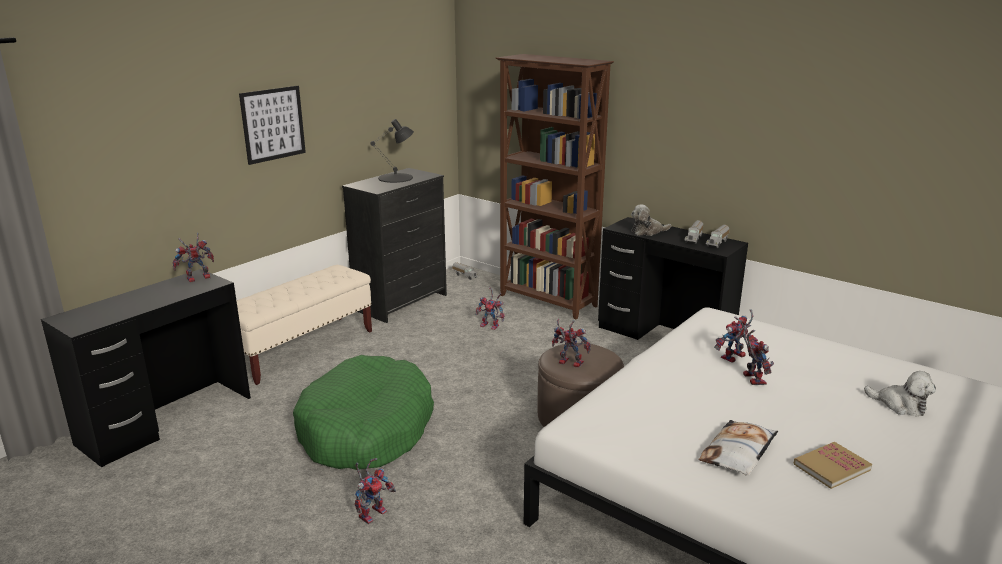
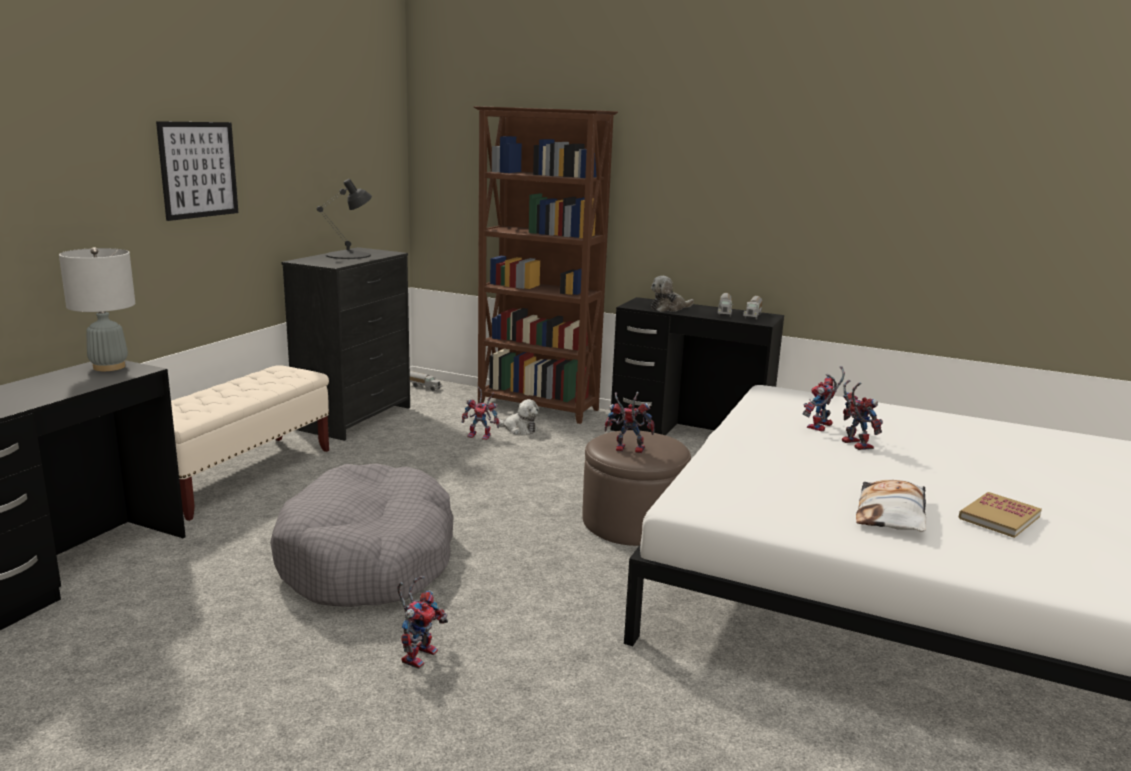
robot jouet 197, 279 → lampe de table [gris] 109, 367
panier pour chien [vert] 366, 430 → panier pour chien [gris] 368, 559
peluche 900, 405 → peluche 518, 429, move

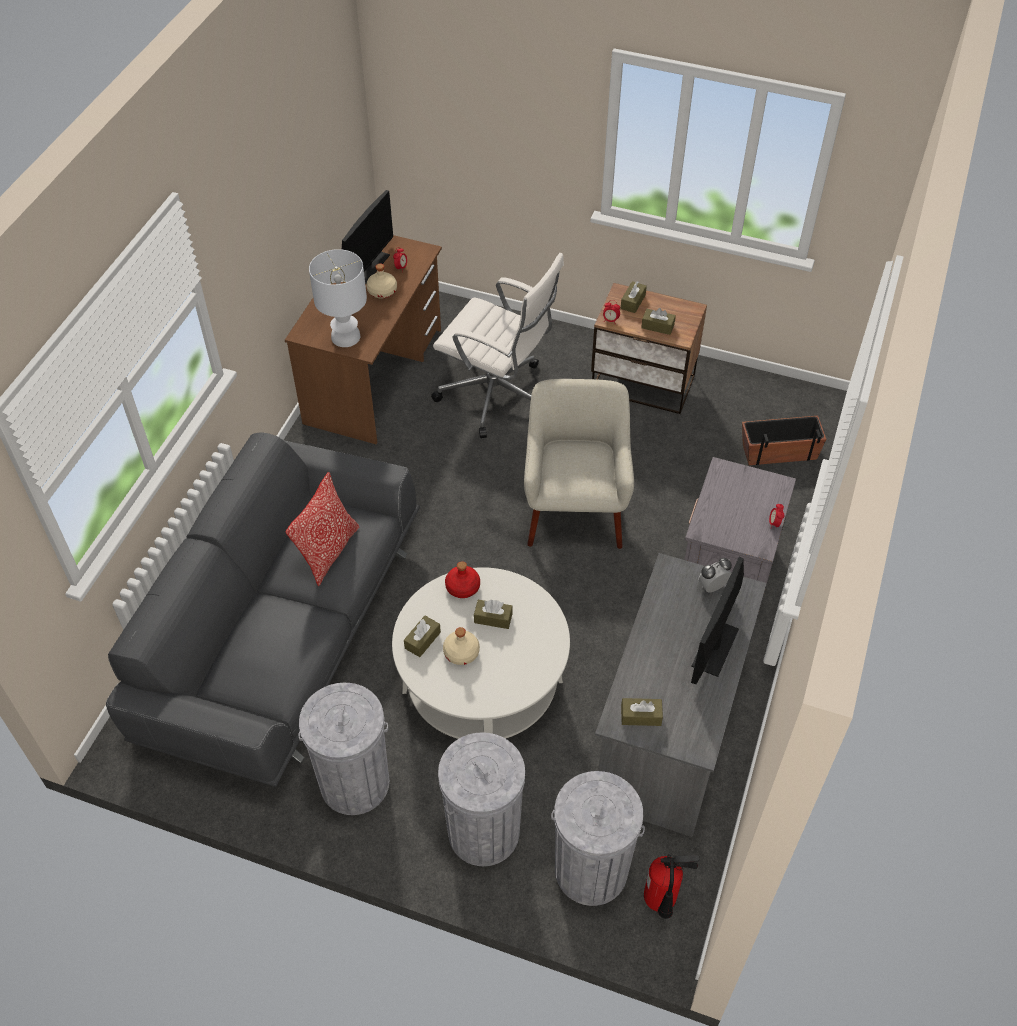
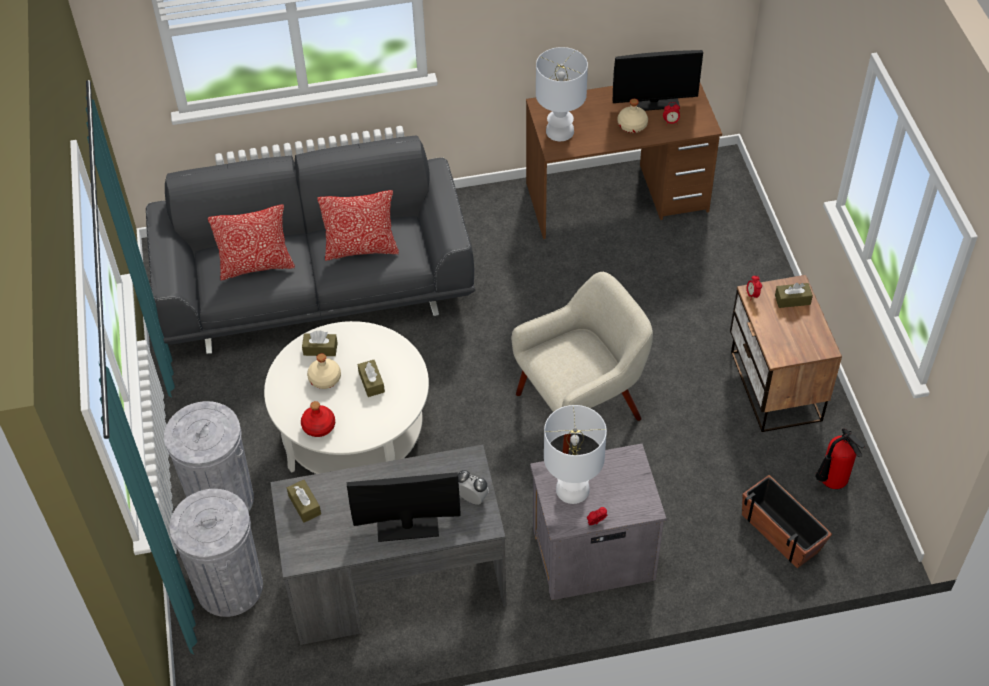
chaise de bureau [blanc] 497, 396 → -
boîte à mouchoirs [marron] 657, 326 → -
bouteille [rouge] 462, 587 → bouteille [rouge] 319, 426, move
poubelle [gris] 355, 782 → -
extincteur 661, 903 → extincteur 831, 483, move
- → coussin 256, 266
- → lampe de table [blanc] 573, 490

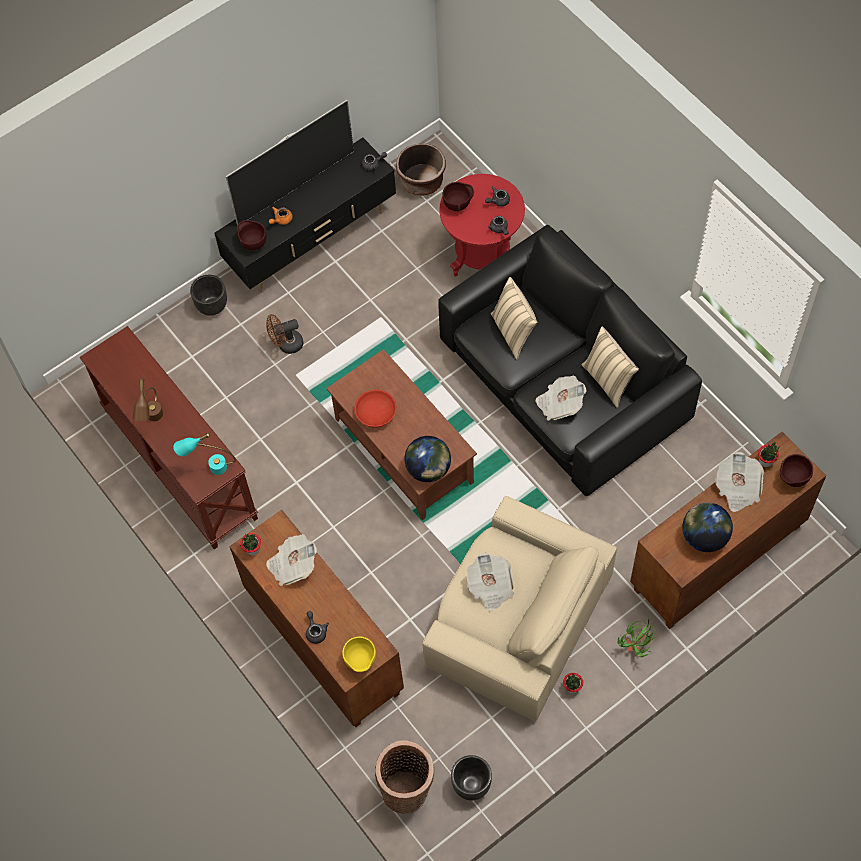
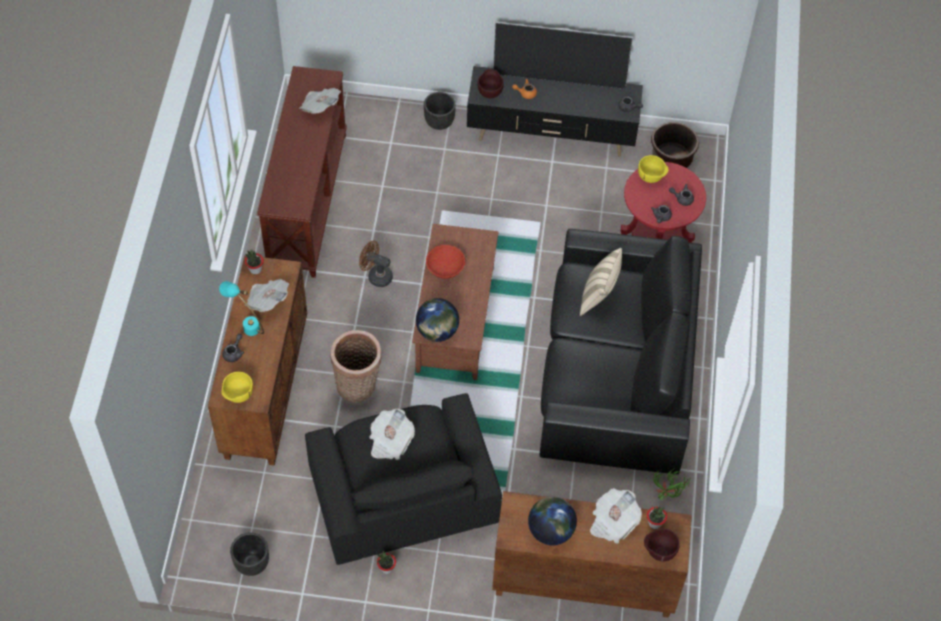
bol [marron] 458, 205 → bol [jaune] 651, 178
ventilateur [marron] 286, 344 → ventilateur [marron] 376, 276, move
coussin [beige] 608, 380 → -
journal 559, 404 → journal 320, 107, move
lampe de table [marron] 153, 421 → -
lampe de table [turquoise] 209, 468 → lampe de table [turquoise] 245, 324, move
fauteuil [beige] 517, 620 → fauteuil [noir] 402, 492
plante en pot 637, 647 → plante en pot 667, 496, move
panier 408, 791 → panier 358, 387, move

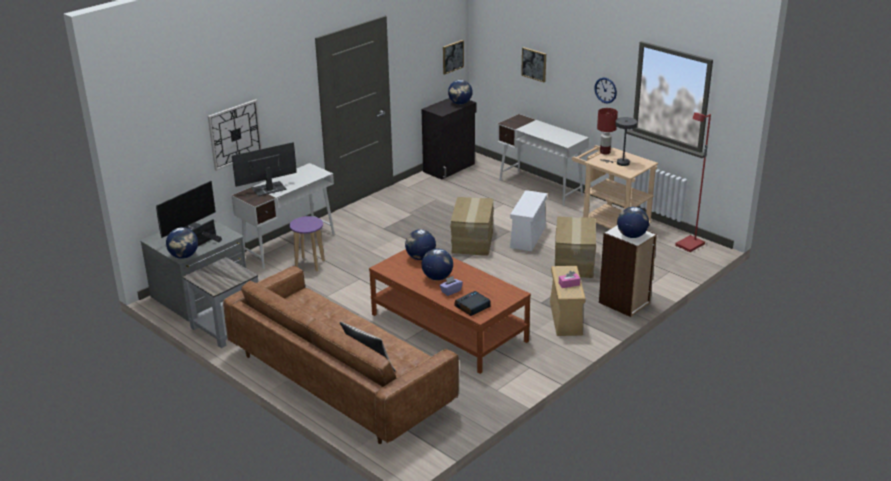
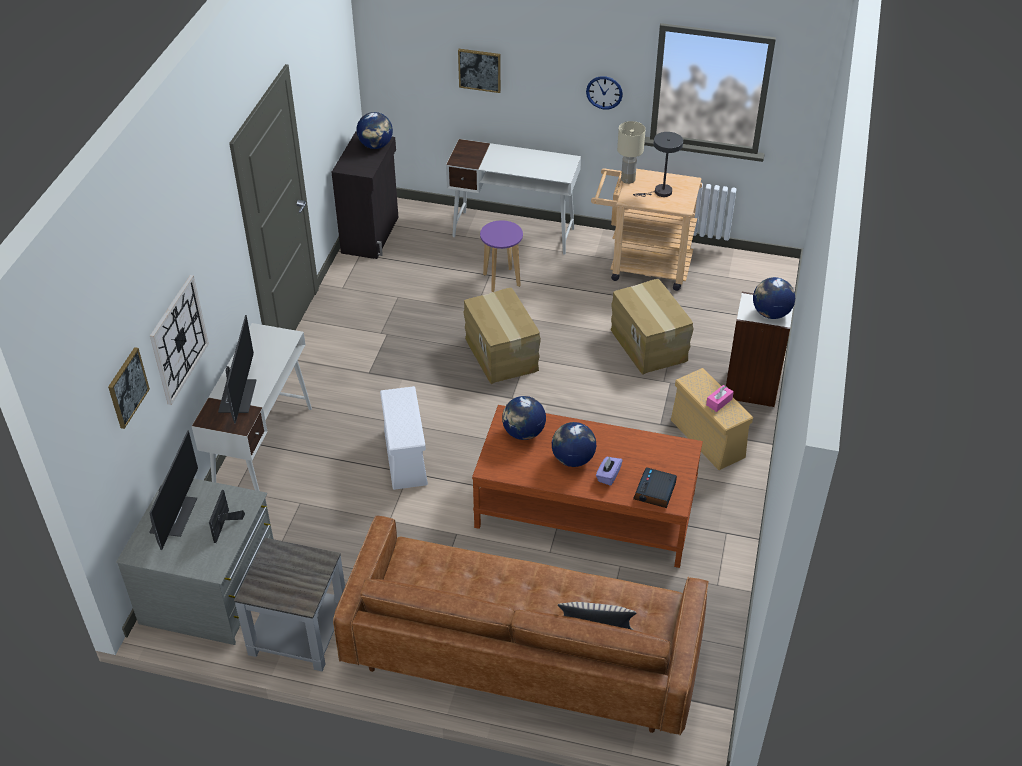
tableau 452, 56 → tableau 127, 387, move
lampe de table [rouge] 605, 152 → lampe de table [beige] 628, 180
lampadaire [rouge] 690, 245 → -
écran d'ordinateur 268, 189 → écran d'ordinateur 237, 396, 150 degrees clockwise
boîte de rangement [blanc] 528, 237 → boîte de rangement [blanc] 406, 458, move
tabouret [violet] 309, 264 → tabouret [violet] 501, 280, move
globe 184, 256 → -

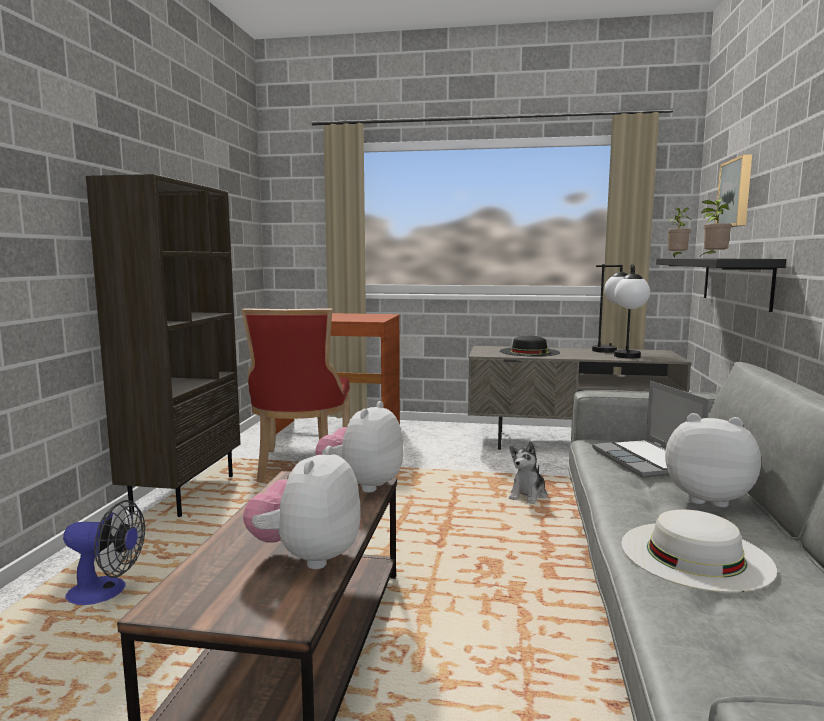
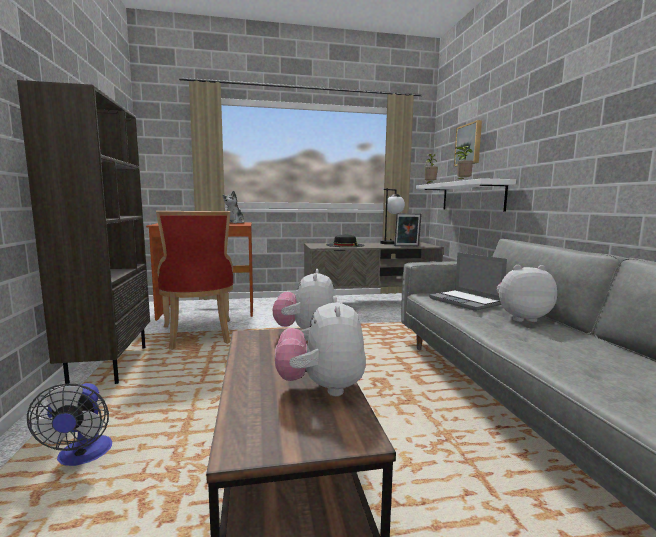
étagère [noir] 735, 281 → étagère [blanc] 471, 196
lampe de table 627, 358 → cadre photo 407, 246
peluche 528, 495 → peluche 234, 222, move
ventilateur 106, 592 → ventilateur 82, 457, 90 degrees clockwise
chapeau [blanc] 695, 555 → -

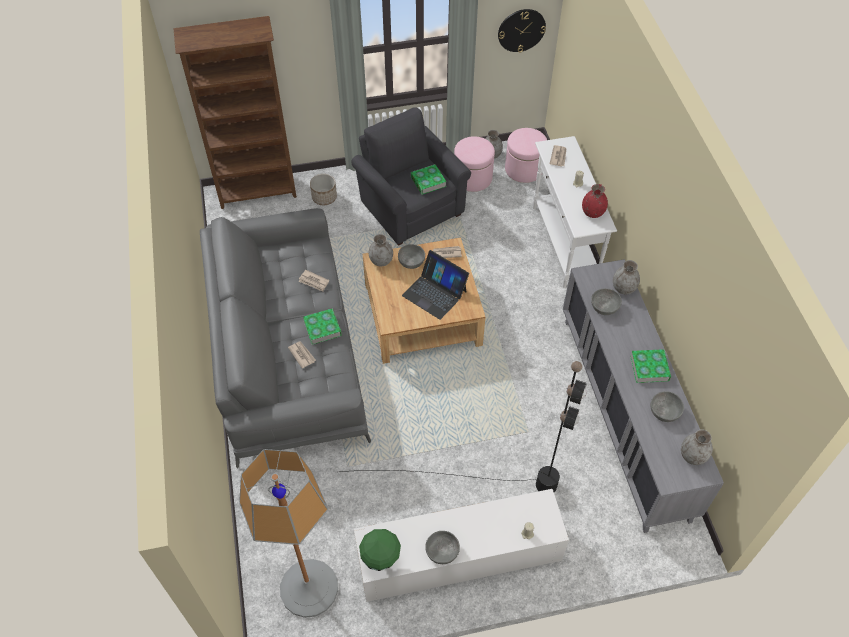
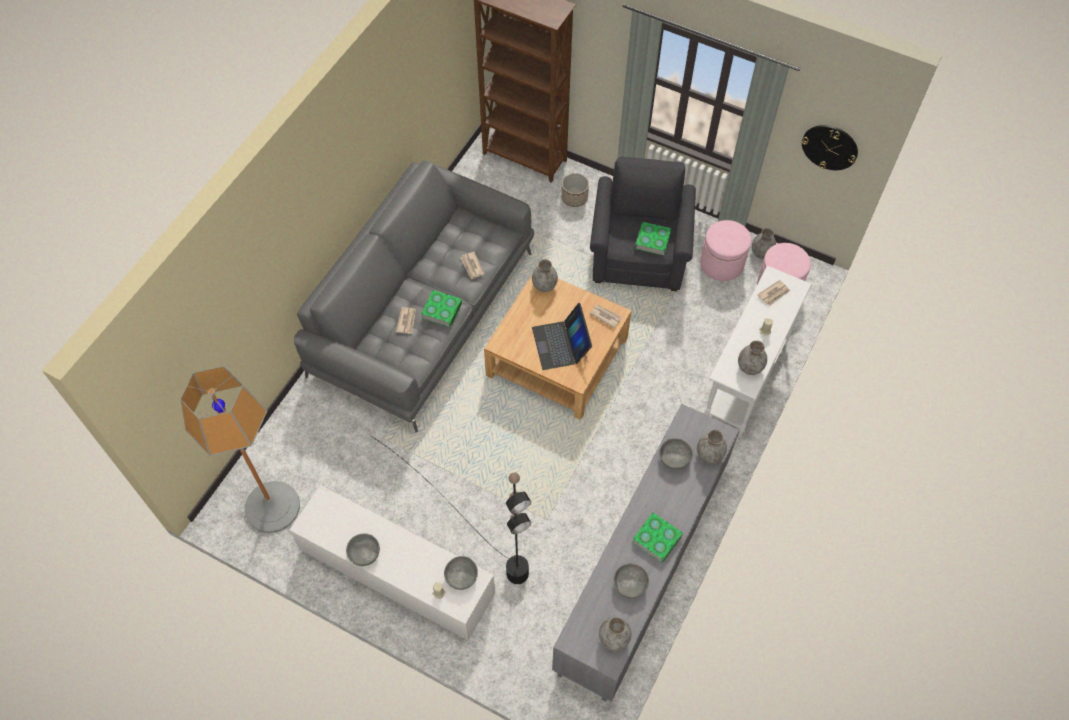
vase [rouge] 592, 212 → vase [gris] 749, 367
bol [gris] 411, 261 → bol [gris] 461, 577, move
lampe de table [vert] 381, 563 → -

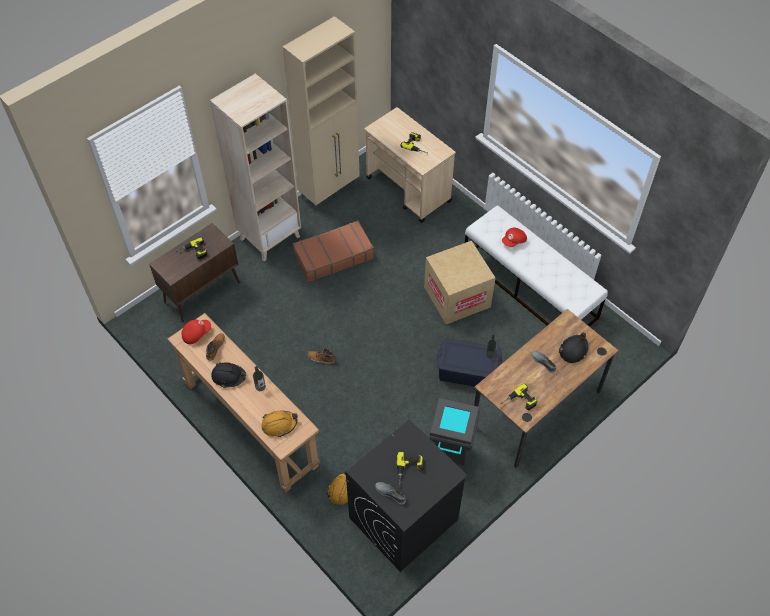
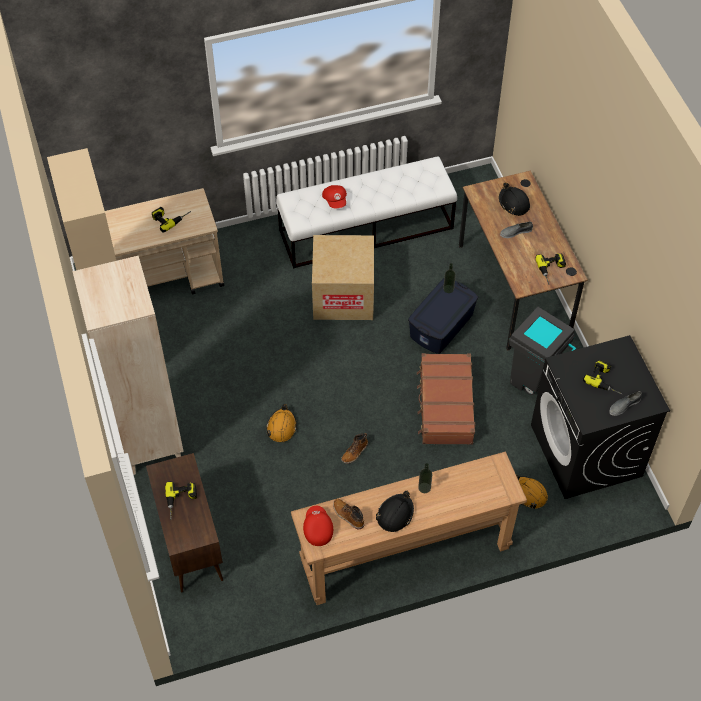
valise [marron] 333, 256 → valise [marron] 445, 405, move
casque de chantier [orange] 279, 424 → casque de chantier [orange] 281, 427, move

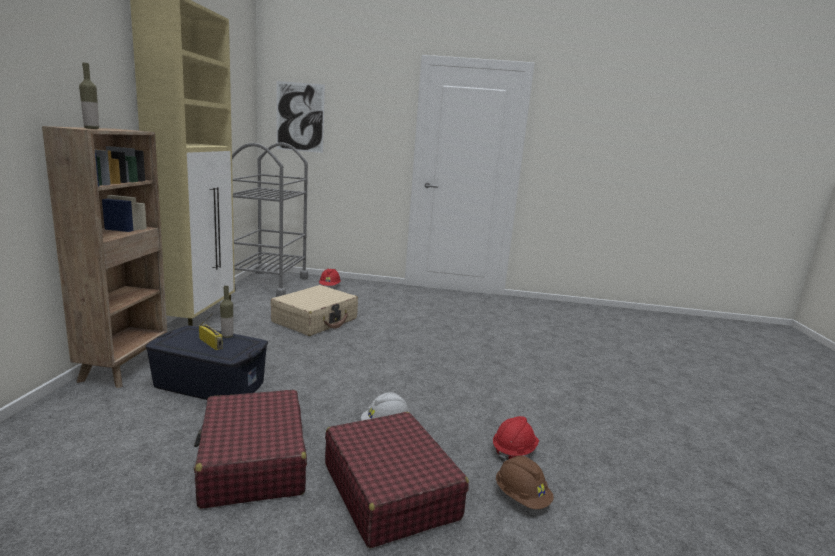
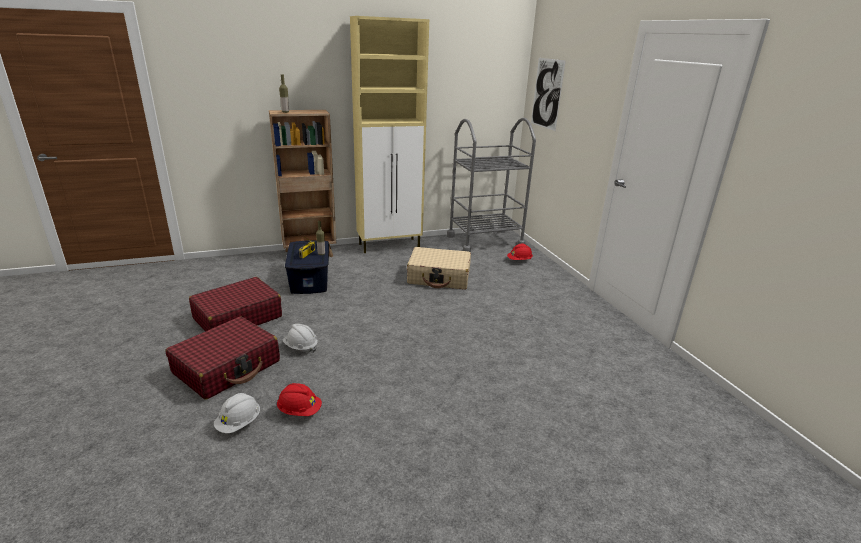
casque de chantier [marron] 521, 497 → casque de chantier [blanc] 239, 423

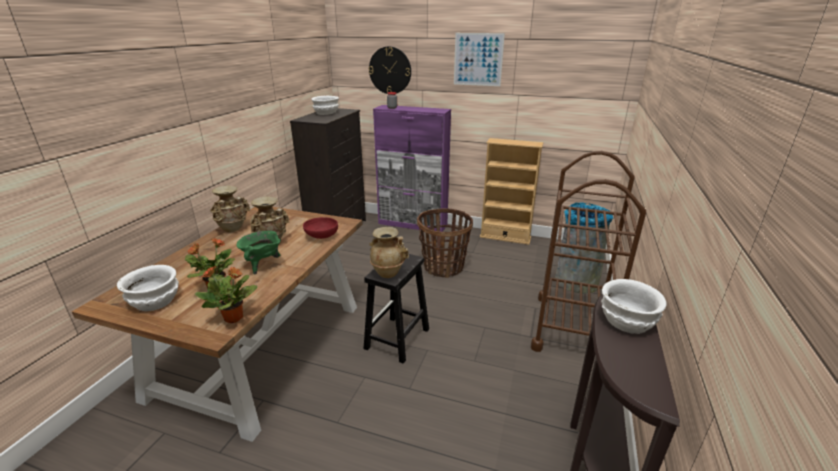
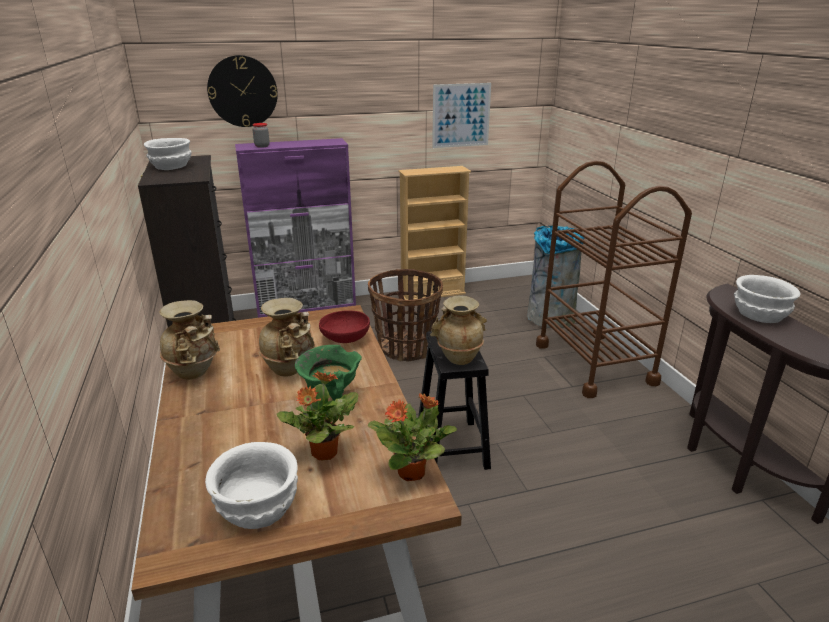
tableau 478, 59 → tableau 461, 115, move

